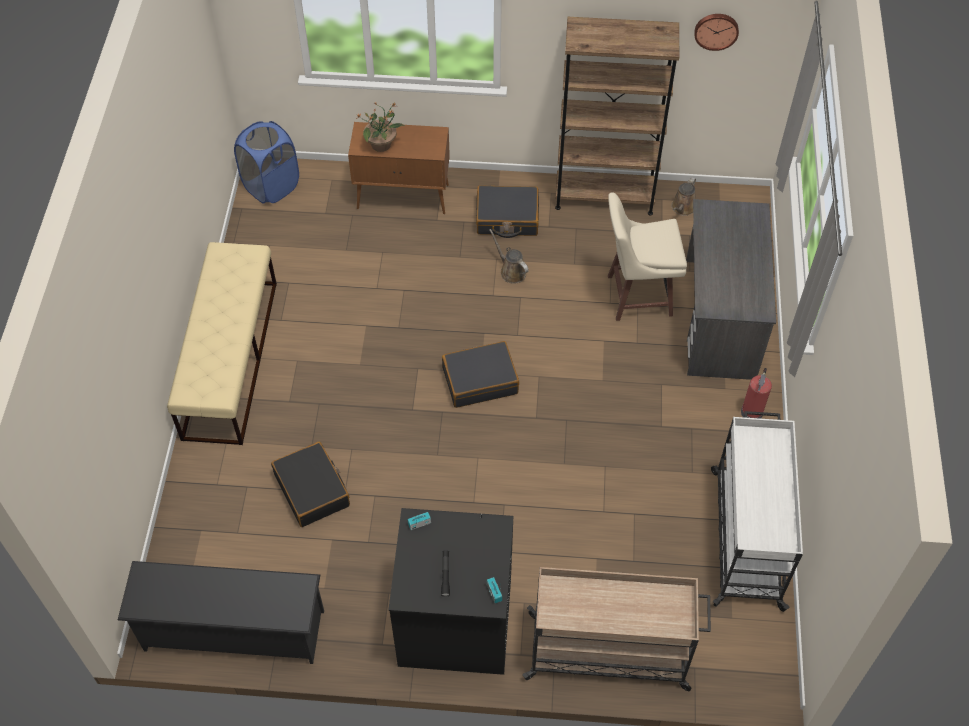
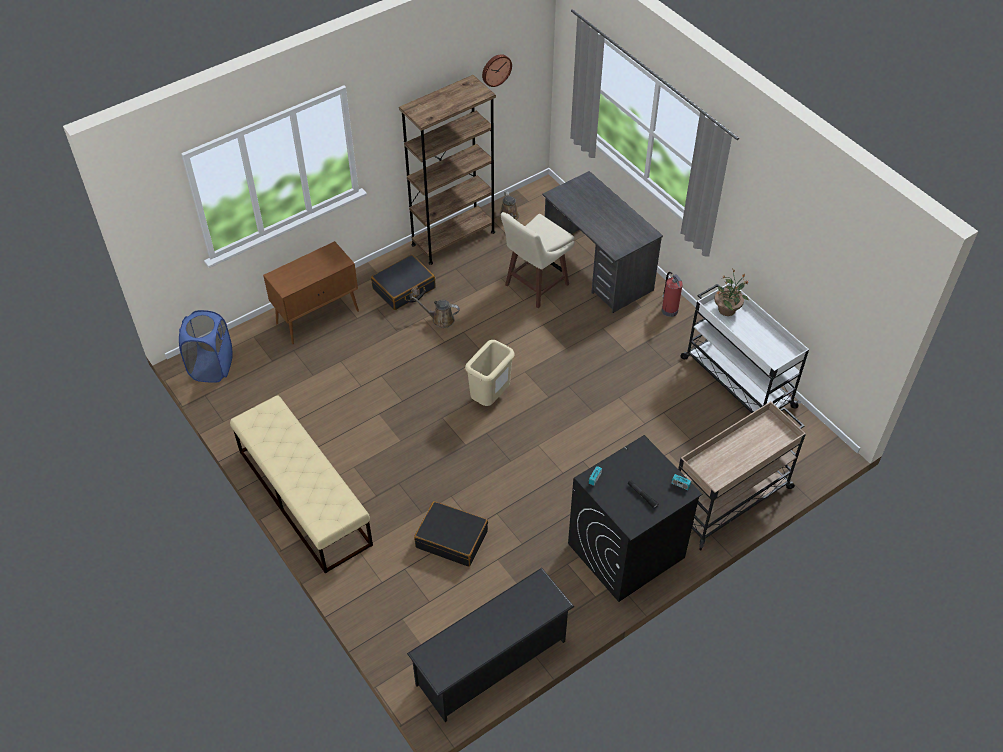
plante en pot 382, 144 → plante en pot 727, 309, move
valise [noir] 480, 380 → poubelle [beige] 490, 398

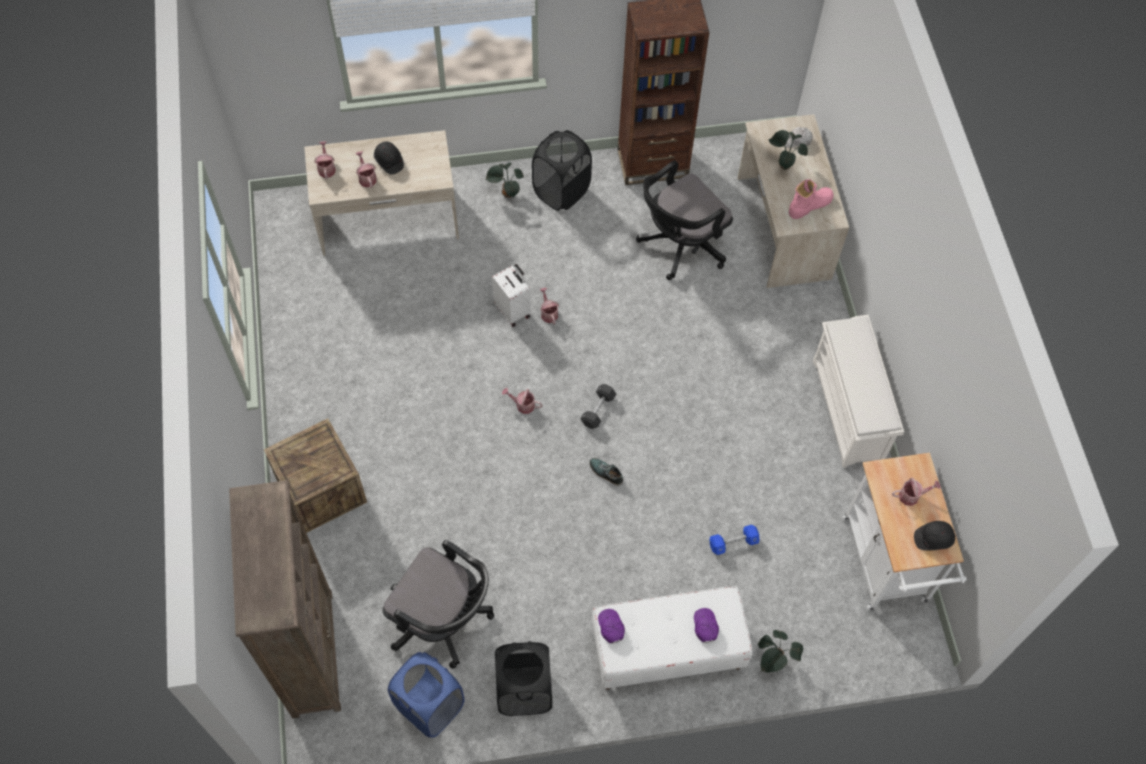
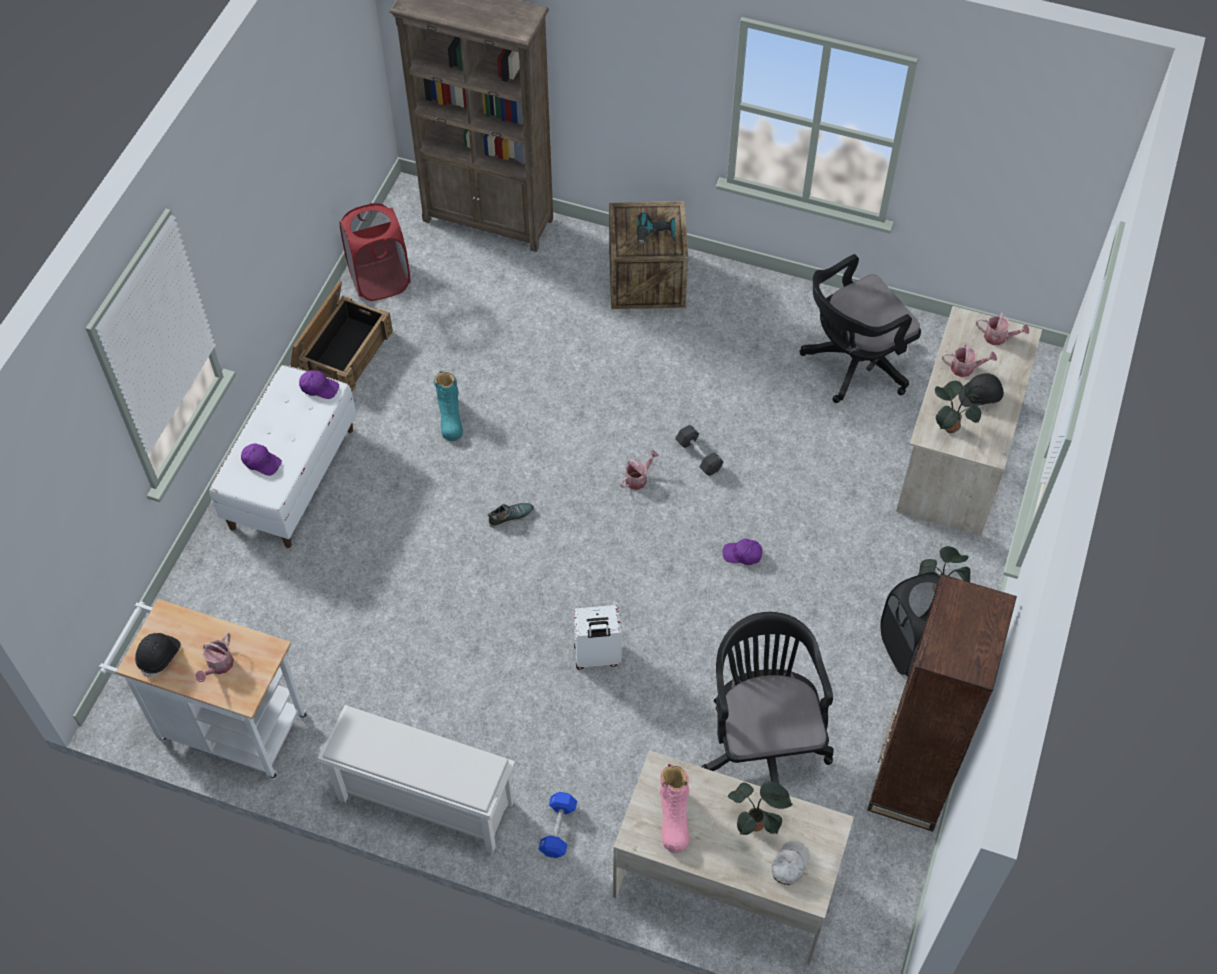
valise [blanc] 513, 310 → valise [blanc] 597, 657, move
arrosoir 548, 313 → casquette [violet] 742, 554
haltère [noir] 598, 410 → haltère [noir] 698, 456, move
haltère [bleu] 733, 543 → haltère [bleu] 558, 829, move
chaise de bureau [noir] 443, 620 → chaise de bureau [noir] 852, 364, move
plante en pot 774, 660 → plante en pot 949, 426, move
panier à linge [noir] 524, 691 → caisse 341, 351
panier à linge [bleu] 430, 706 → panier à linge [rouge] 380, 280
- → perceuse 655, 234
- → botte [turquoise] 450, 417

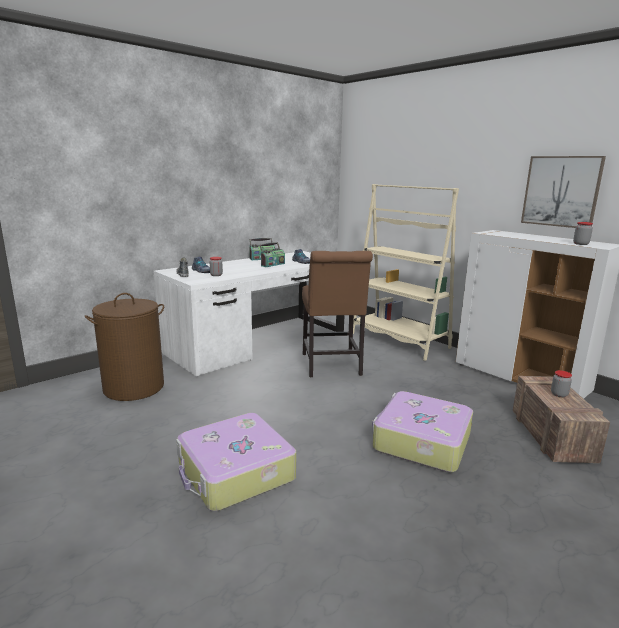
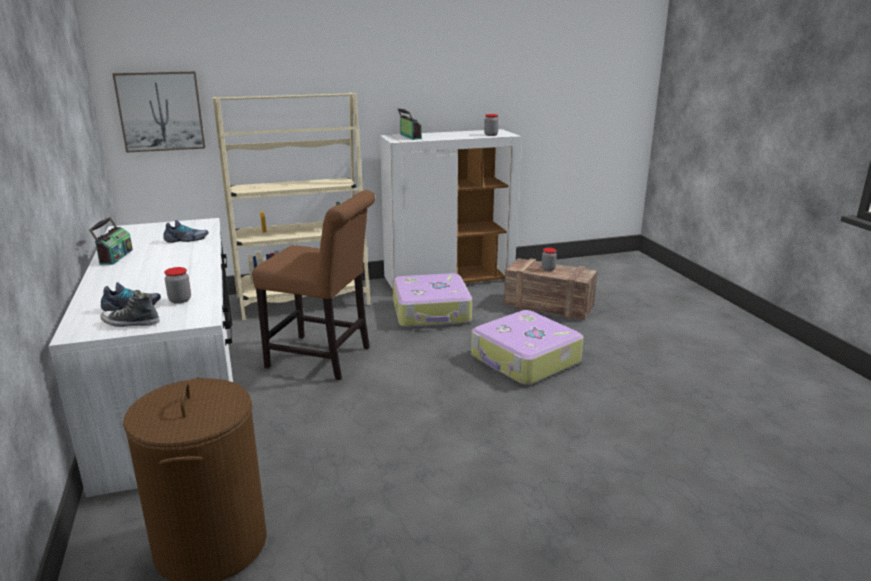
tableau 561, 191 → tableau 160, 111, move
radio 272, 264 → radio 409, 136, move
valise 235, 473 → valise 432, 312, move

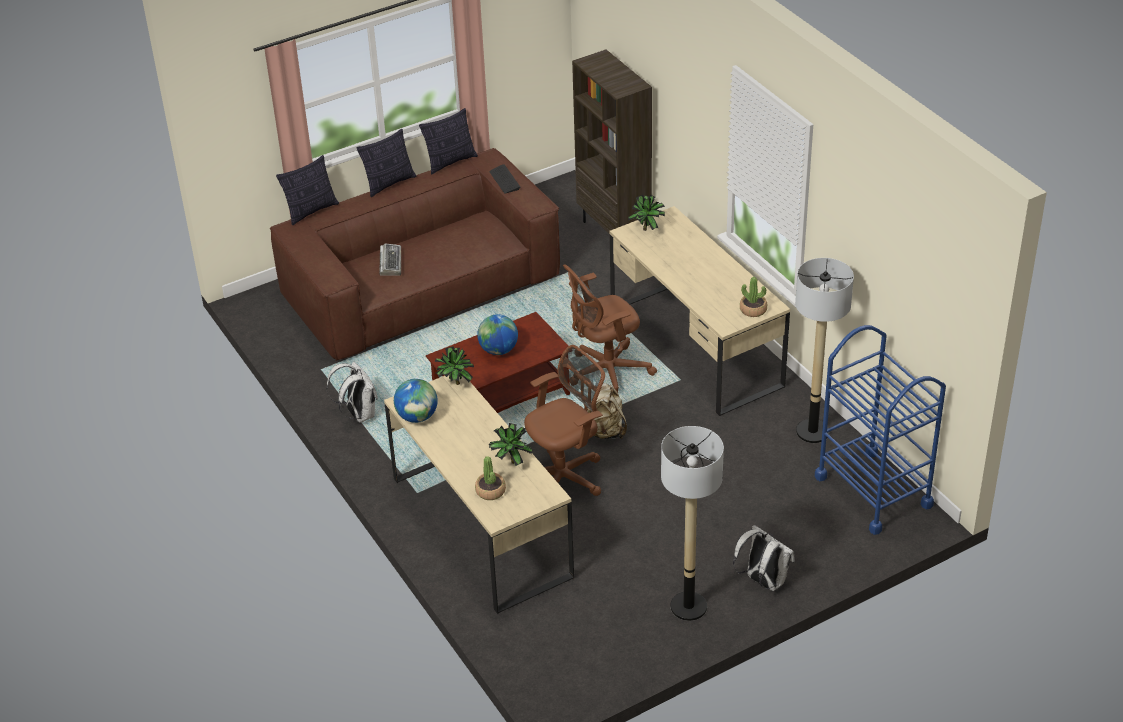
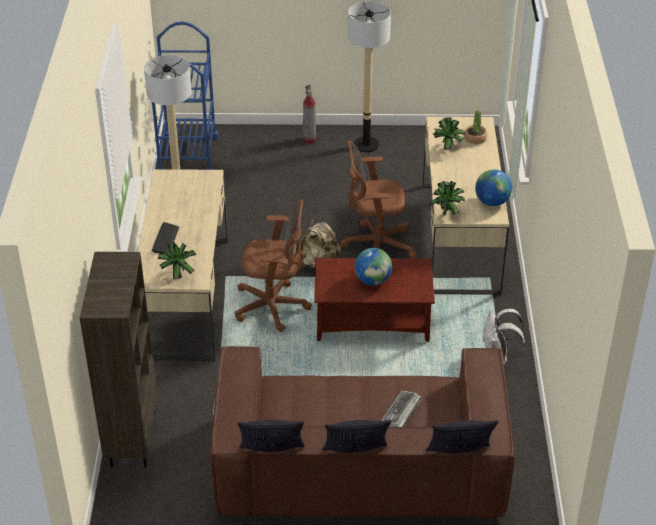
clavier 504, 180 → clavier 165, 239, move
plante en pot 753, 310 → -
sac à dos [blanc] 763, 581 → extincteur 309, 140

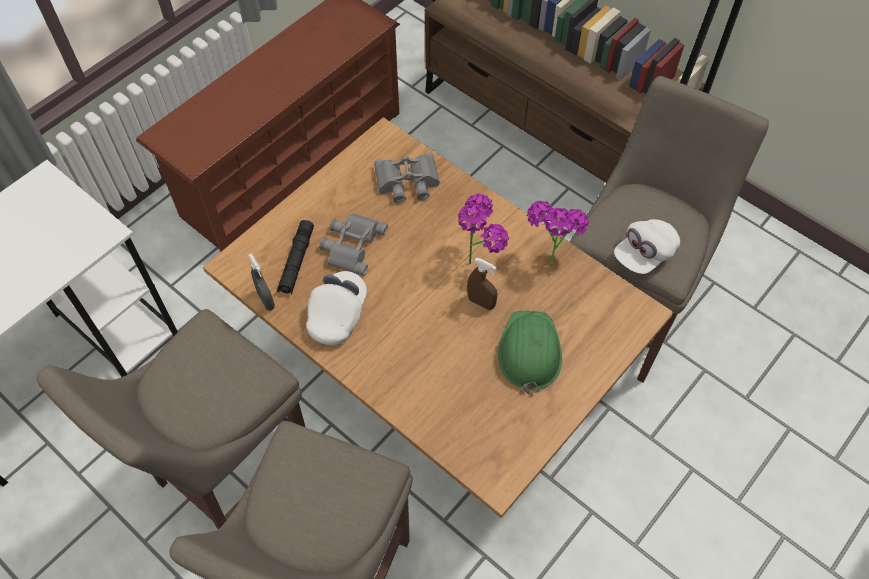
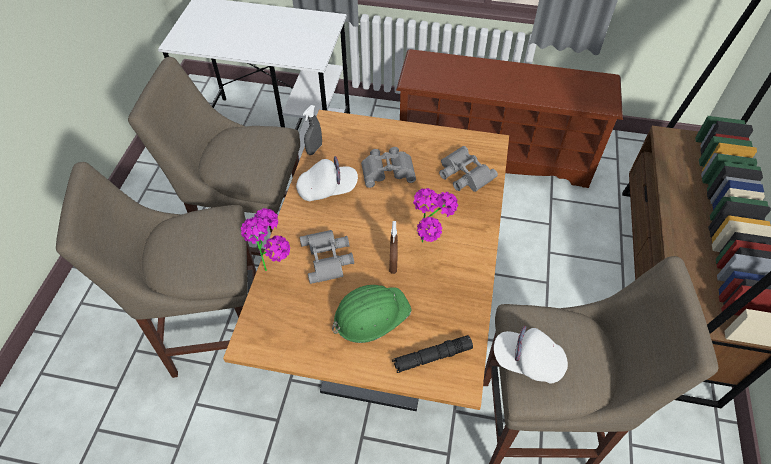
plante en pot 549, 257 → plante en pot 275, 266, move
lampe de poche [noir] 296, 261 → lampe de poche [noir] 432, 357, move
- → jumelles [gris] 328, 258

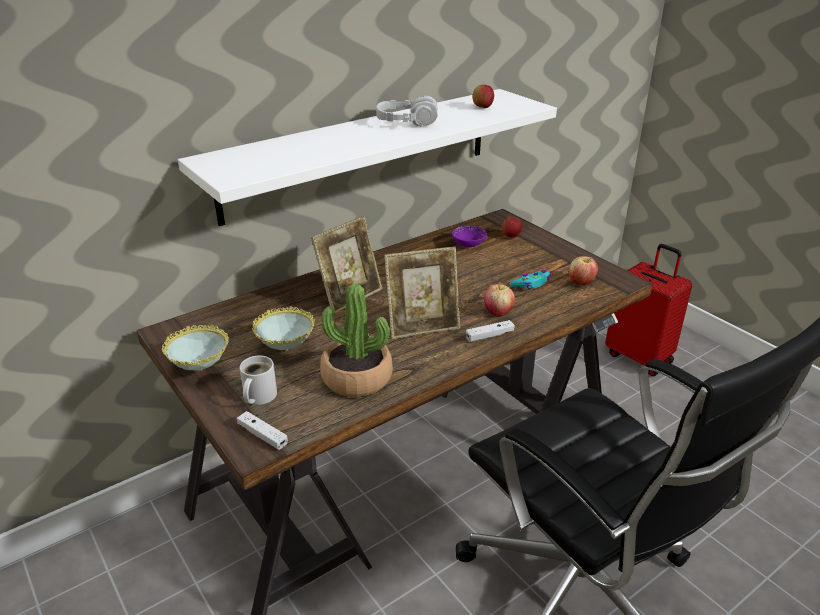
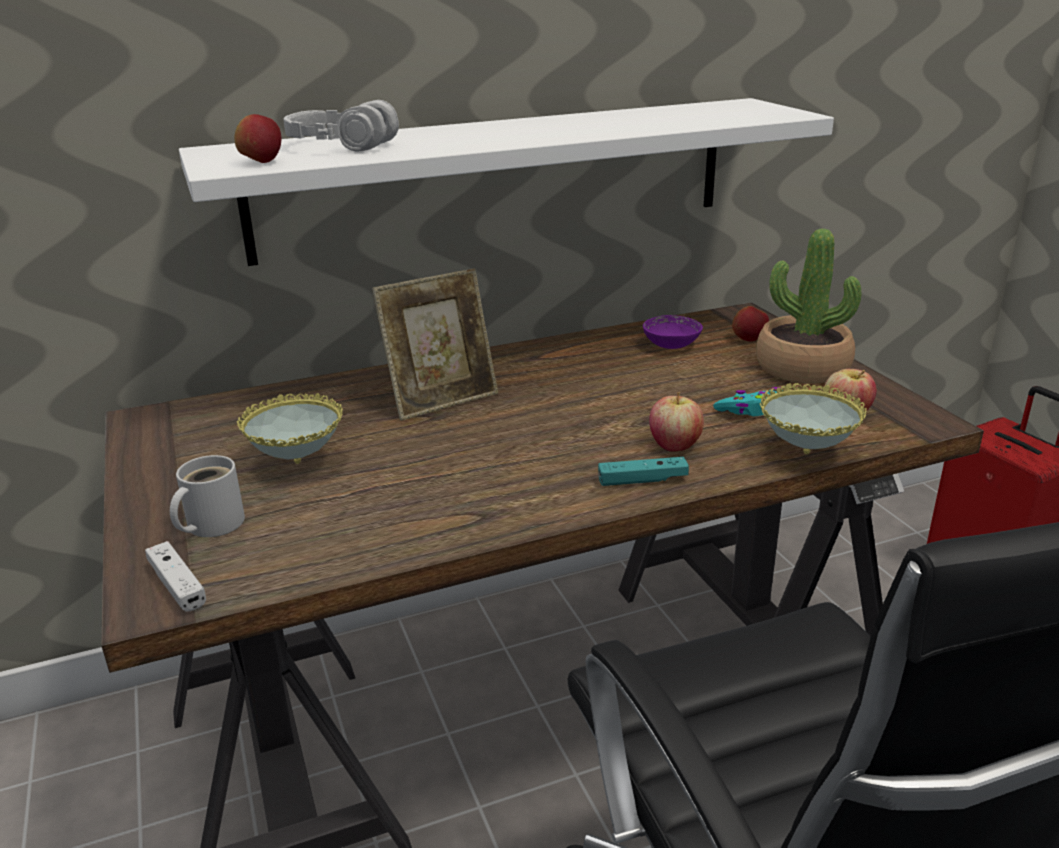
pomme 482, 107 → pomme 261, 162, move
casque audio [gris] 407, 122 → casque audio [gris] 342, 146, move
cadre photo 422, 326 → -
plante en pot 356, 378 → plante en pot 802, 368, move
manette [blanc] 489, 336 → manette [turquoise] 642, 480
bol 200, 370 → bol 806, 454, move

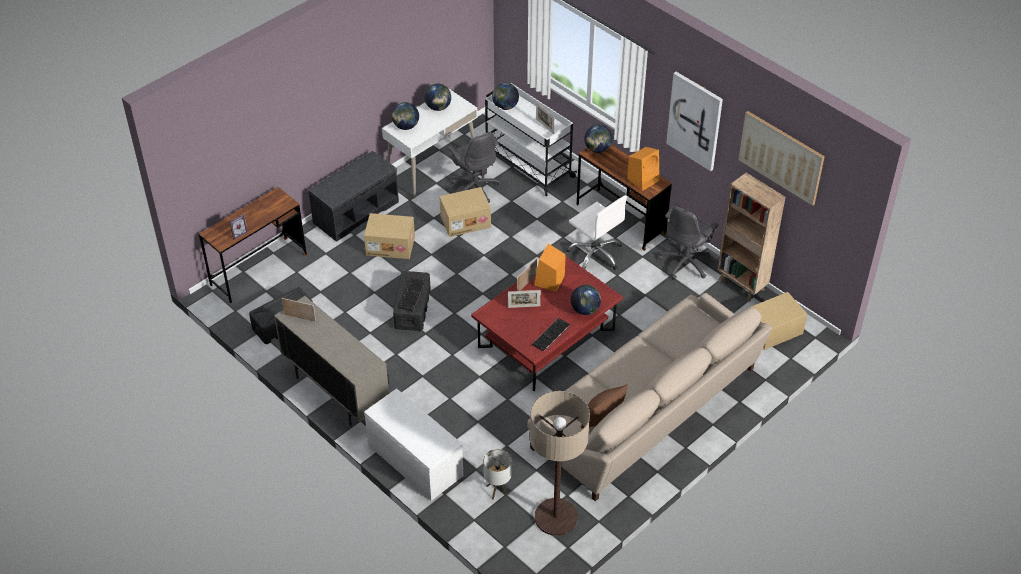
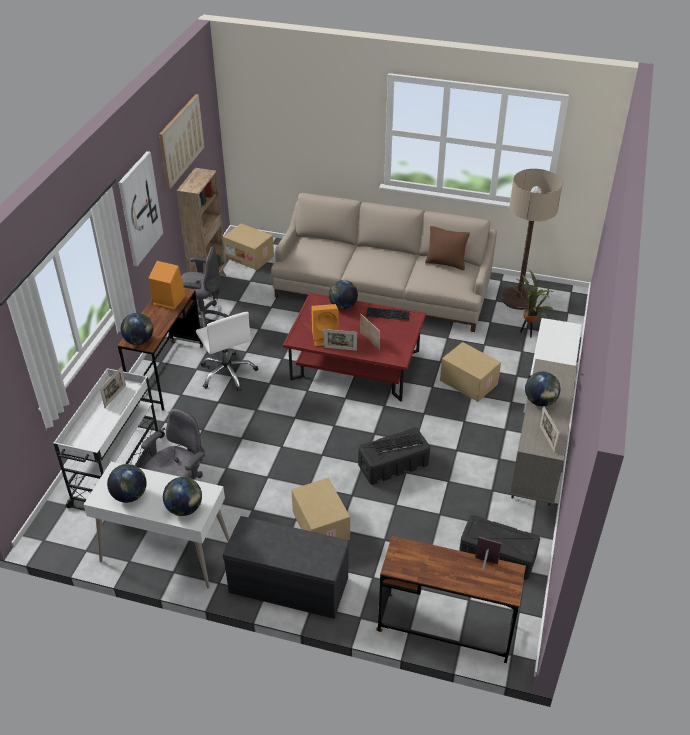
globe 505, 107 → globe 540, 401, move
carton 465, 221 → carton 467, 382, move
chaise de bureau [blanc] 595, 254 → chaise de bureau [blanc] 228, 373, 135 degrees clockwise
lampe de table 497, 490 → plante en pot 527, 333

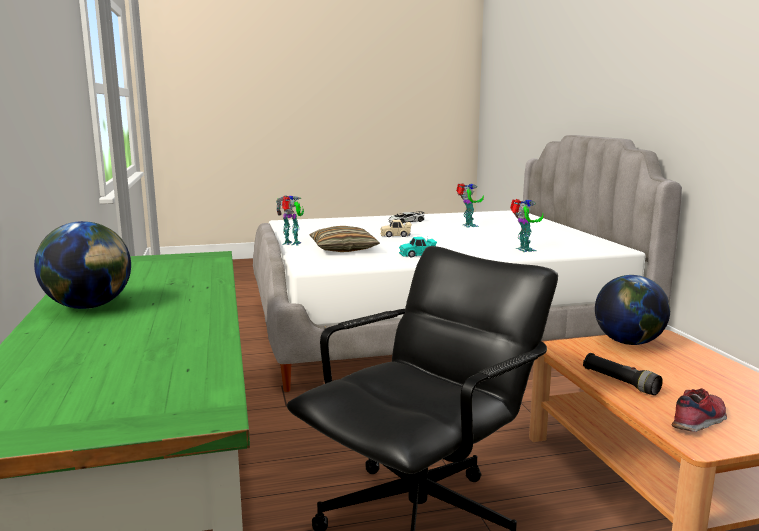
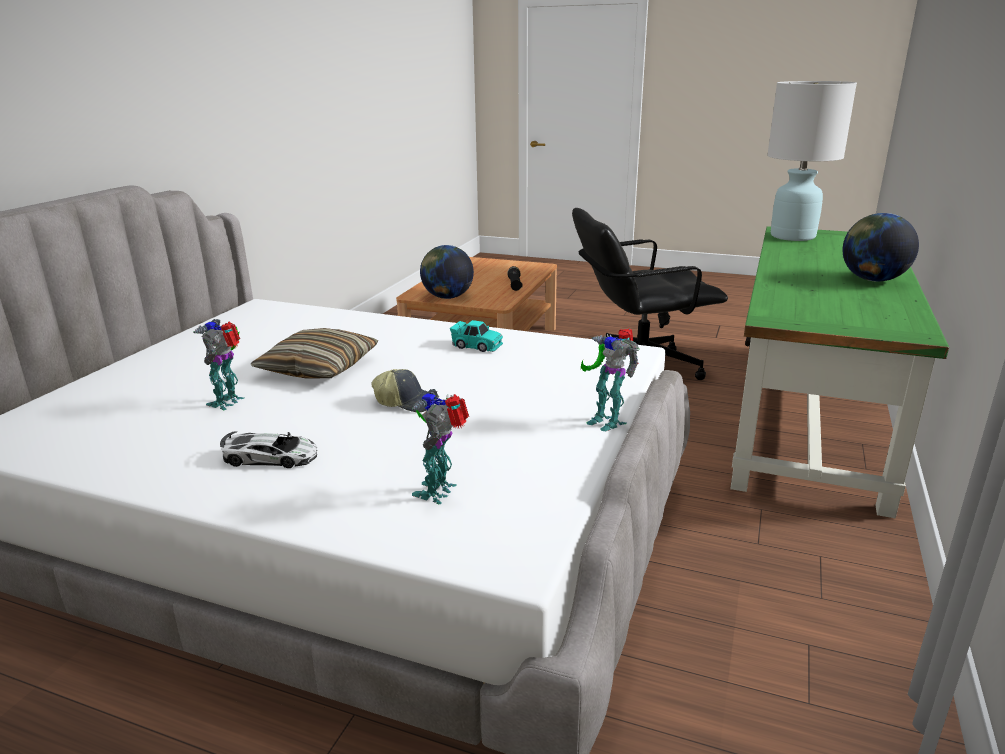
robot jouet 524, 250 → robot jouet 440, 491, move
petite voiture [beige] 395, 235 → casquette 407, 402
coussin 343, 249 → coussin 319, 367, move
chaussure 700, 421 → -
- → lampe de table [blanc] 792, 236

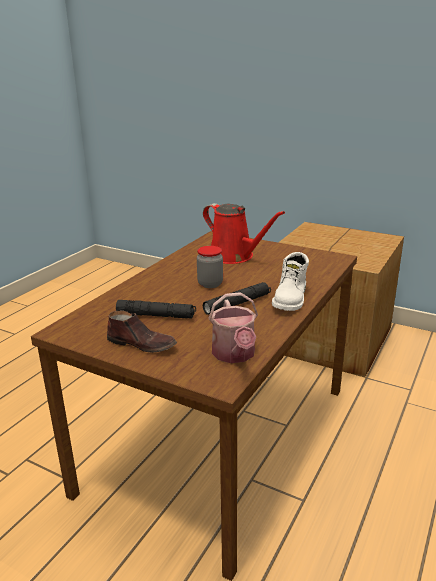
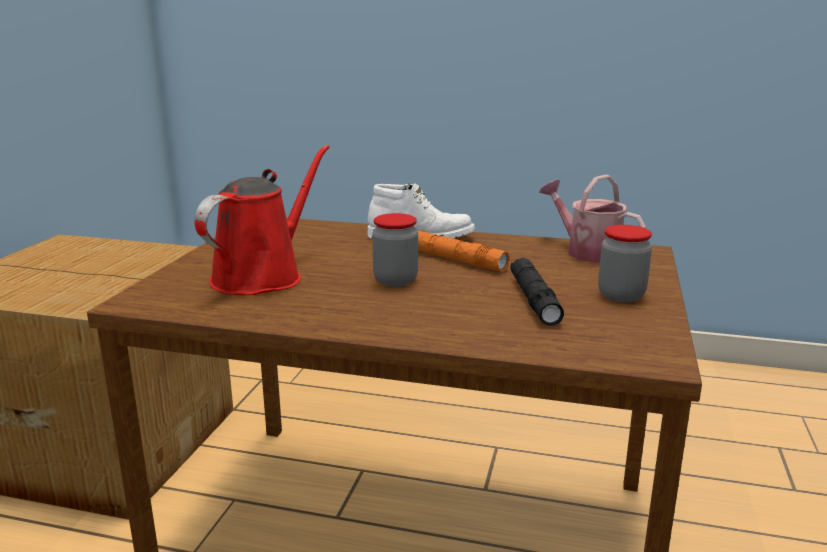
lampe de poche [noir] 237, 304 → lampe de poche [orange] 455, 259
arrosoir 235, 355 → arrosoir 587, 251, 105 degrees counterclockwise
chaussure [marron] 142, 344 → bocal 621, 295

